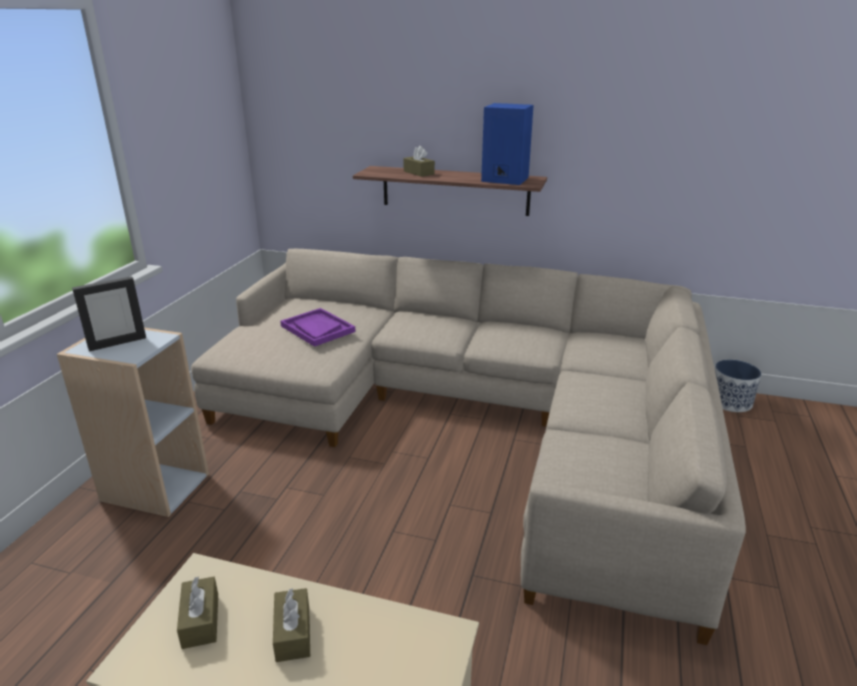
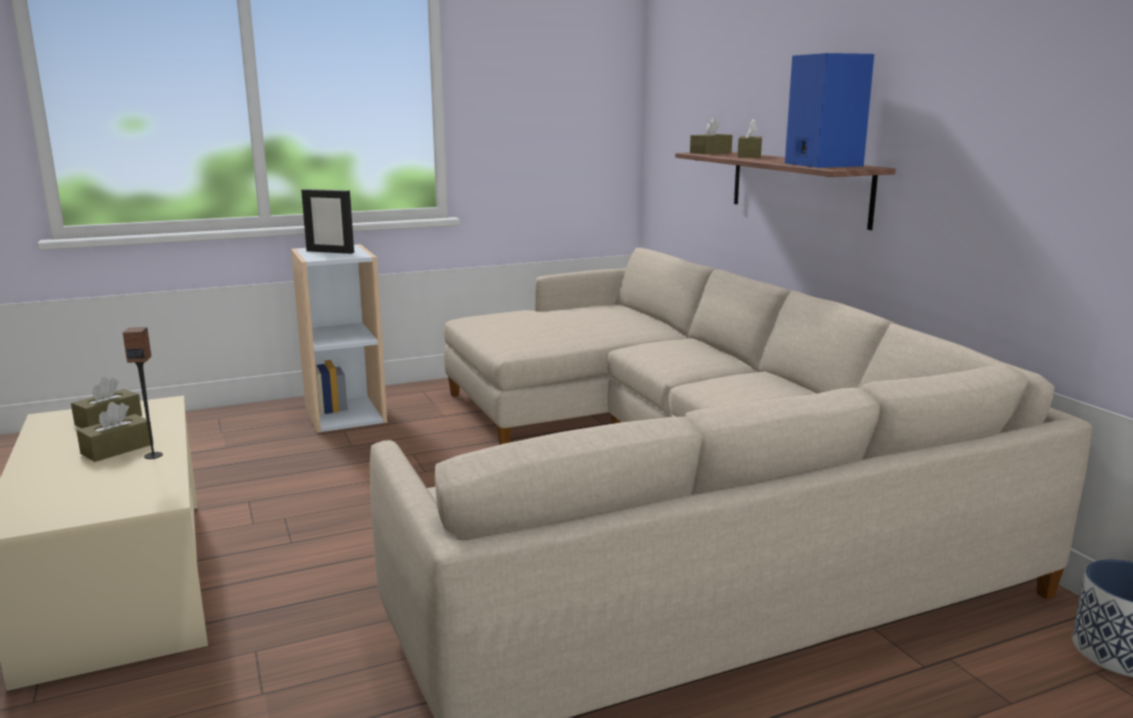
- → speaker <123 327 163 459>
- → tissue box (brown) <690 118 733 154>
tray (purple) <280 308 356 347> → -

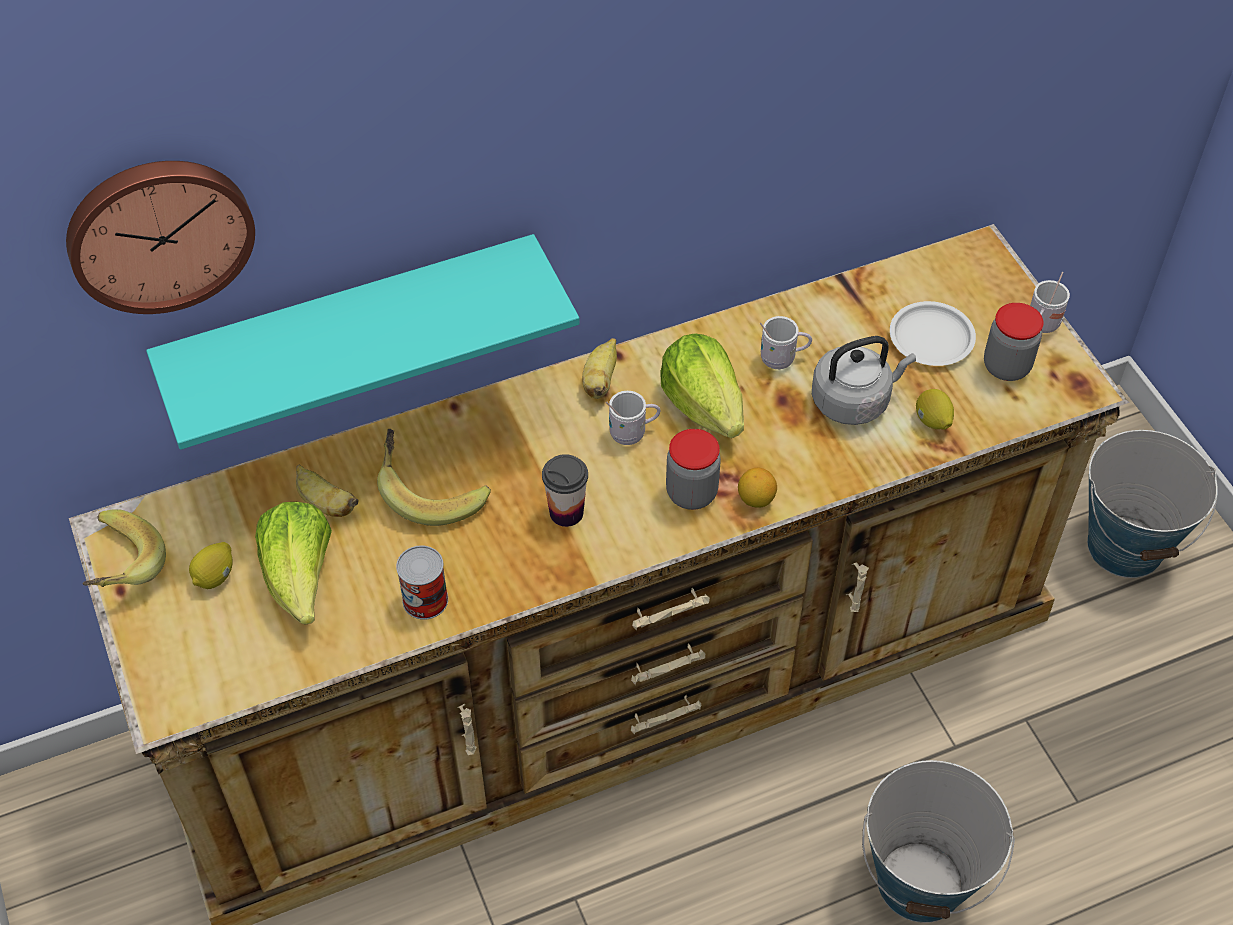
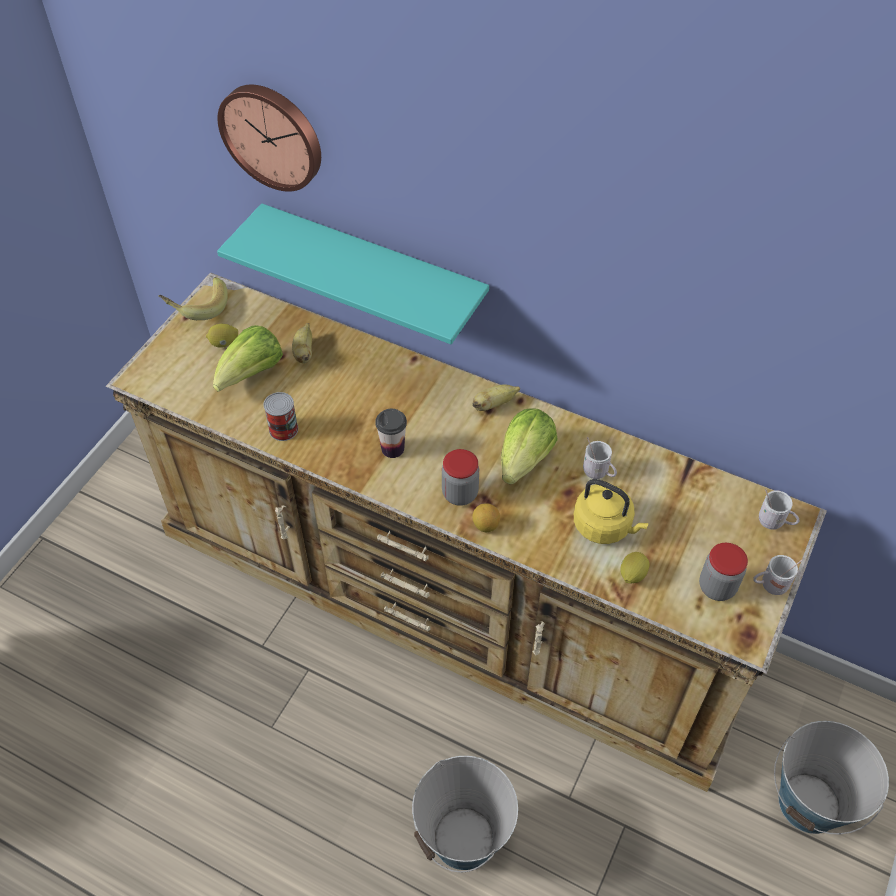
kettle (grey) <812 336 916 425> → kettle (yellow) <574 479 648 544>
mug (white) <606 391 660 445> → mug (white) <759 489 799 530>, relocated
banana <377 429 491 526> → -
plate (white) <890 301 976 366> → -

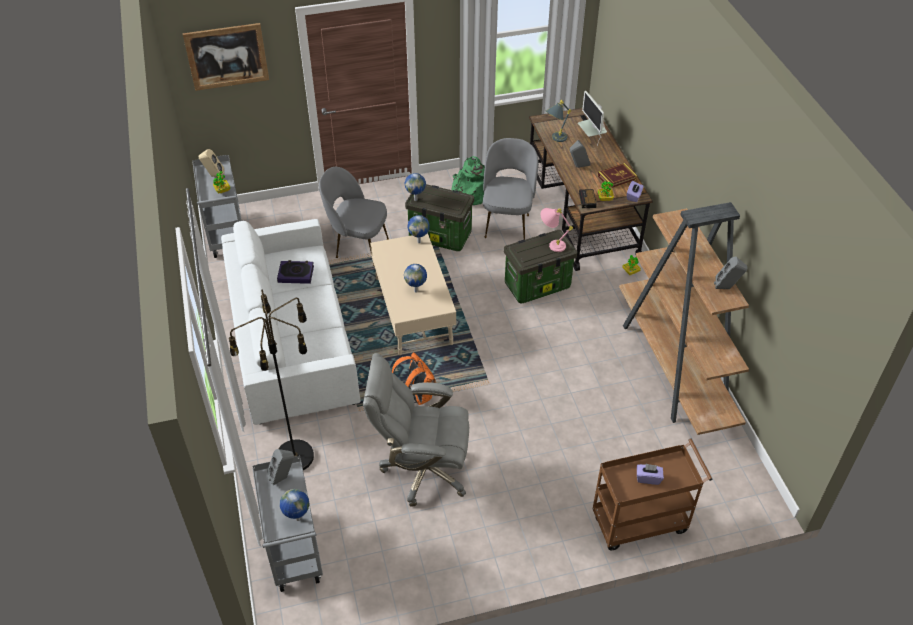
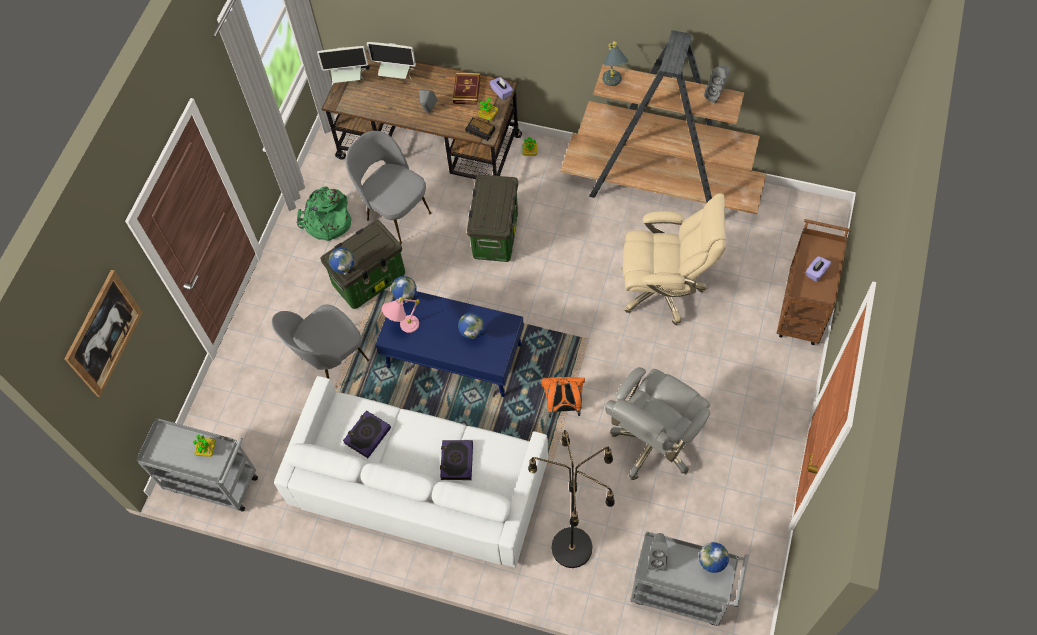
- → monitor <317 46 368 83>
coffee table (beige) <370 233 456 355> → coffee table (blue) <376 291 524 397>
table lamp (pink) <541 208 573 252> → table lamp (pink) <382 297 420 333>, relocated
- → book <440 440 473 480>
table lamp (grey) <545 100 571 142> → table lamp (grey) <602 41 629 86>, relocated
- → office chair (beige) <621 193 726 325>
speaker (beige) <199 149 224 177> → -

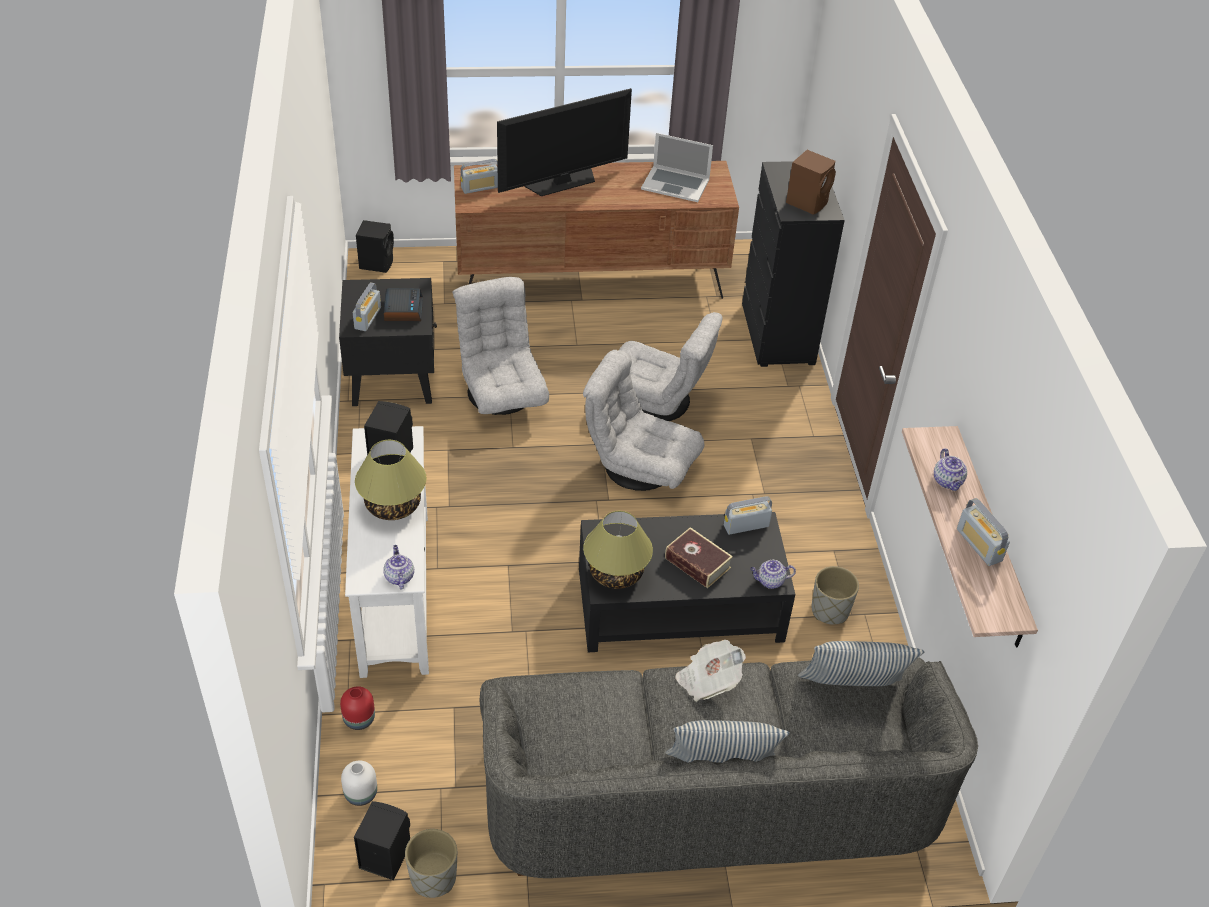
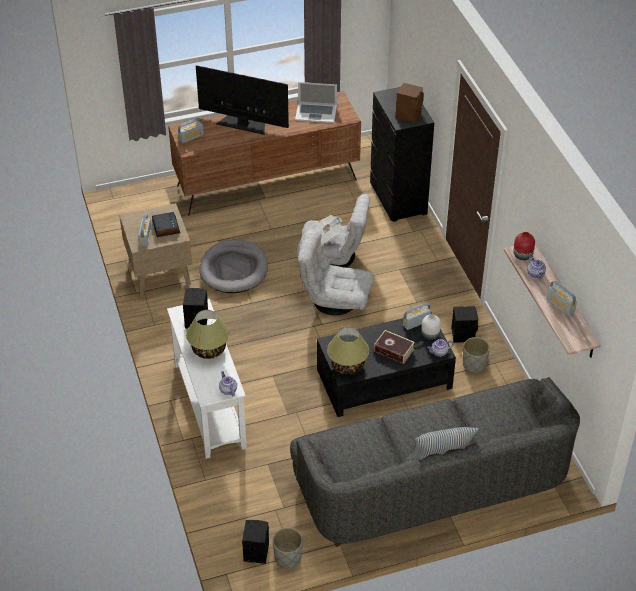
nightstand (black) <339 278 437 406> → nightstand (beige) <119 203 192 296>
television <497 88 632 196> → television <196 65 289 135>, 120 degrees counterclockwise
armchair (grey) <453 277 549 415> → dog bed (grey) <199 240 268 293>
newspaper <675 640 746 702> → newspaper <315 215 342 246>, relocated
vase (white) <341 760 377 806> → vase (white) <421 314 441 340>, relocated
speaker (black) <356 220 394 273> → speaker (black) <451 306 478 343>, relocated
vase (red) <340 686 375 730> → vase (red) <513 232 535 260>, relocated
pillow <798 641 924 686> → -

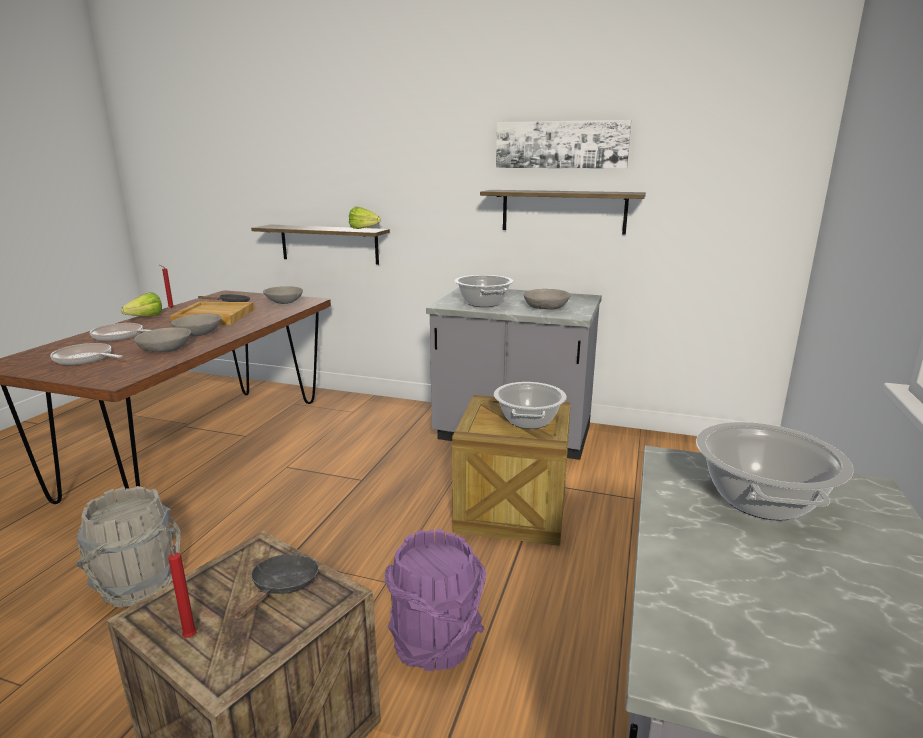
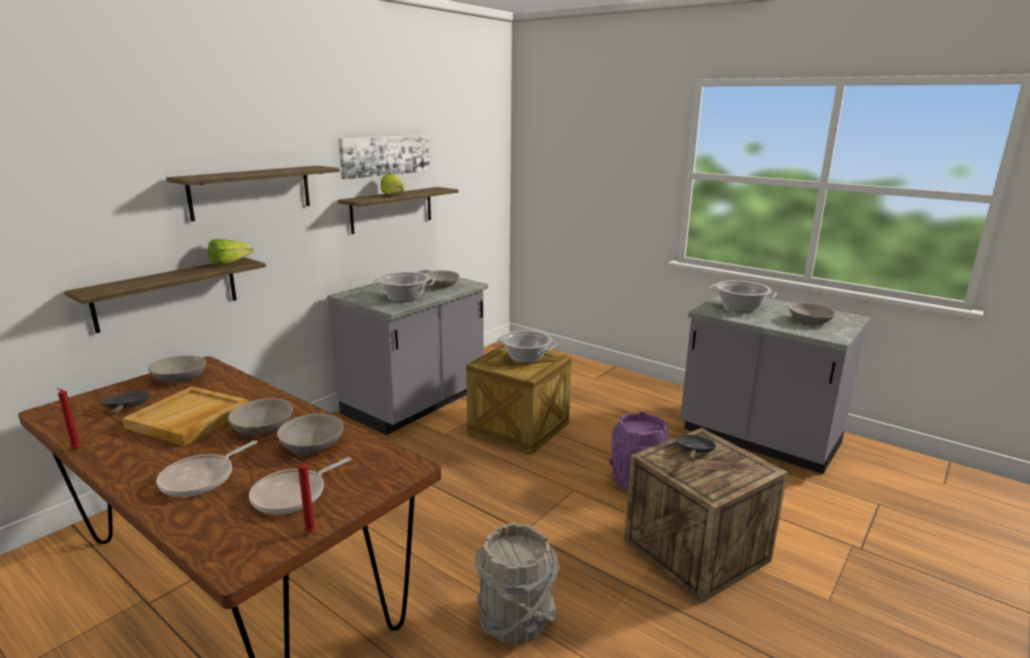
- → shelf <166 166 340 222>
candle (red) <168 540 197 638> → candle (red) <292 458 316 533>, relocated
lettuce <121 292 162 316> → lettuce <381 173 405 195>, relocated
frying pan (black) <233 554 319 620> → frying pan (black) <675 435 717 461>, 75 degrees clockwise
- → bowl (grey) <789 303 835 325>

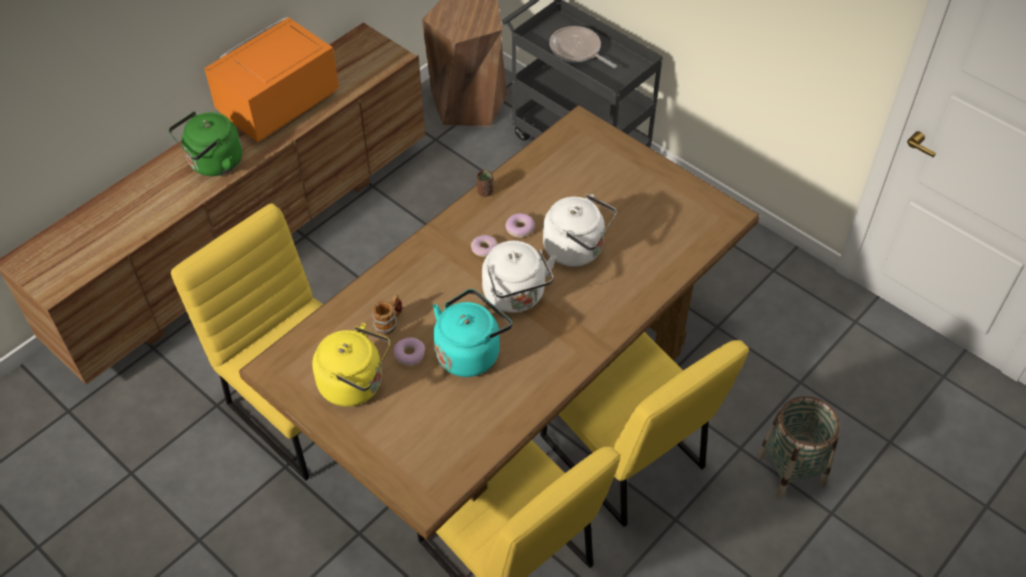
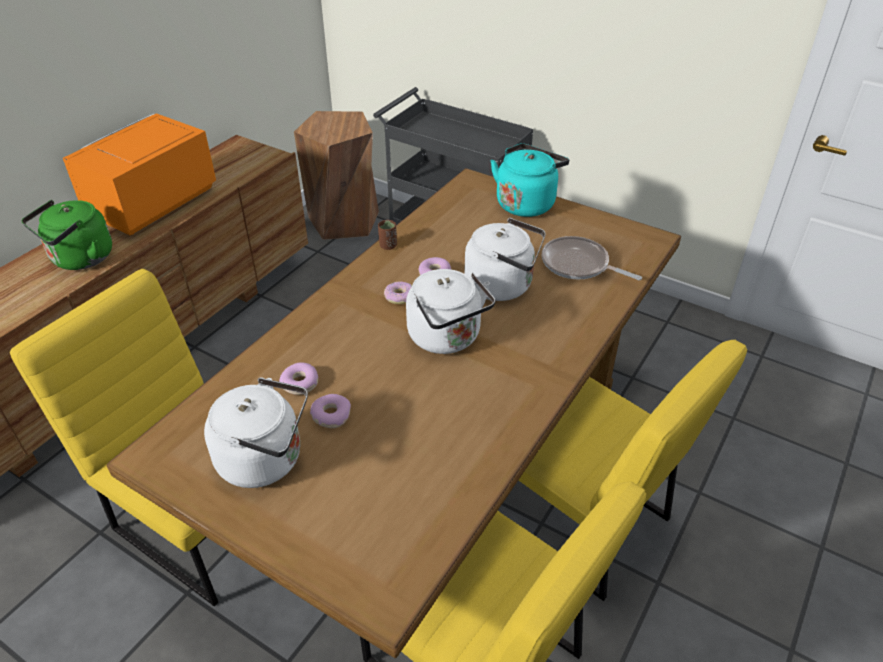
kettle (yellow) <312 323 390 407> → kettle (white) <204 377 308 488>
mug <372 295 402 335> → donut <279 362 318 395>
kettle (turquoise) <433 289 512 377> → kettle (turquoise) <491 143 569 217>, relocated
frying pan <549 26 617 68> → frying pan <542 236 642 280>, relocated
basket <757 396 840 498> → -

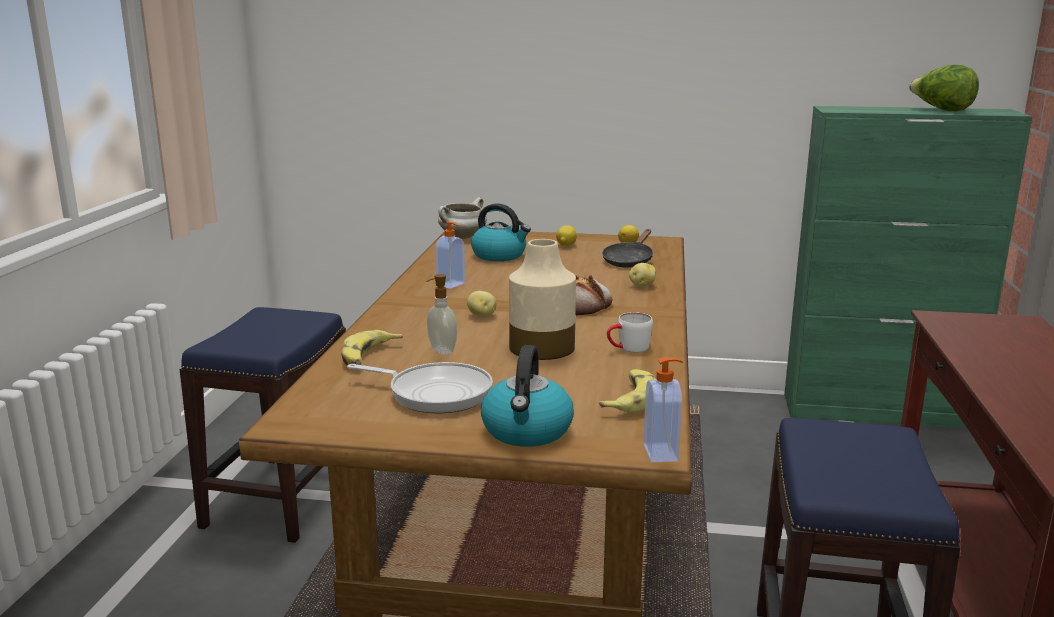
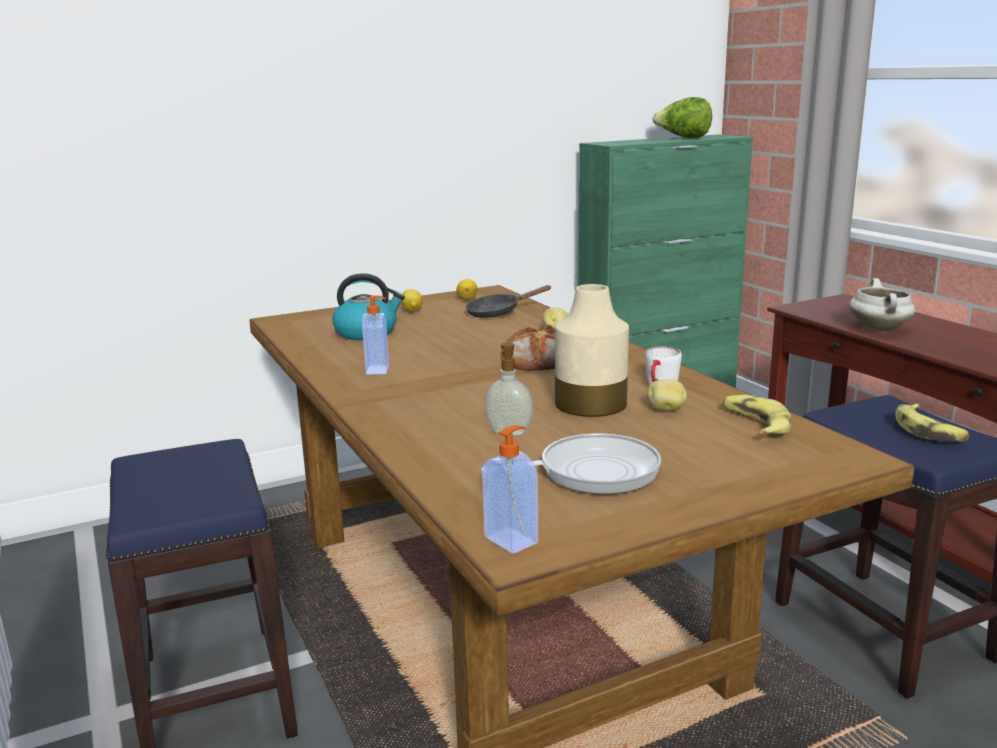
frying pan (black) <602 229 653 267> → frying pan (black) <466 285 551 318>, 75 degrees clockwise
soap dispenser <643 357 683 462> → soap dispenser <482 425 538 554>, relocated
potato <467 291 497 317> → potato <647 379 687 411>, relocated
cooking pot (white) <438 197 487 239> → cooking pot (white) <850 278 915 332>, relocated
banana <341 330 403 366> → banana <895 403 969 442>, relocated
kettle <481 345 574 447> → -

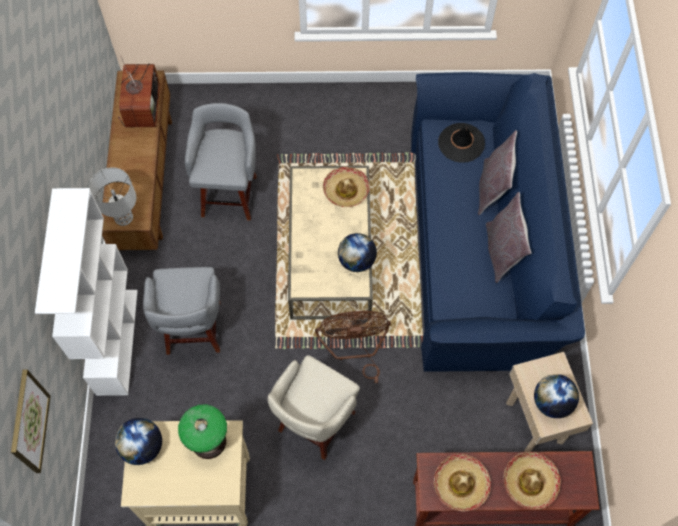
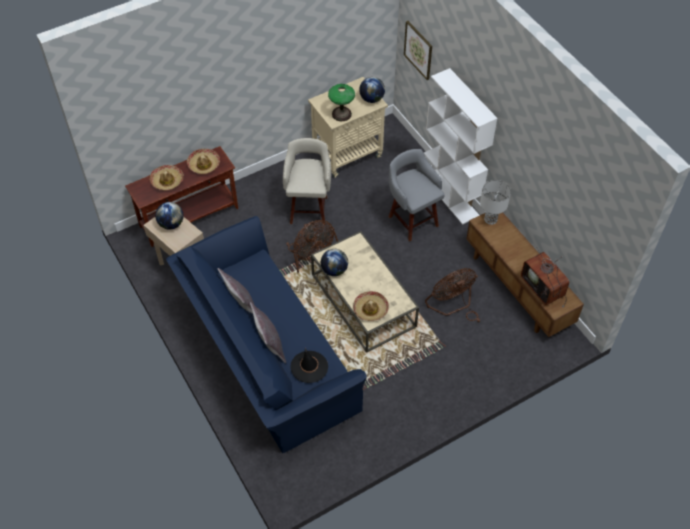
stool (grey) <185 103 257 221> → fan (brown) <425 268 480 322>

